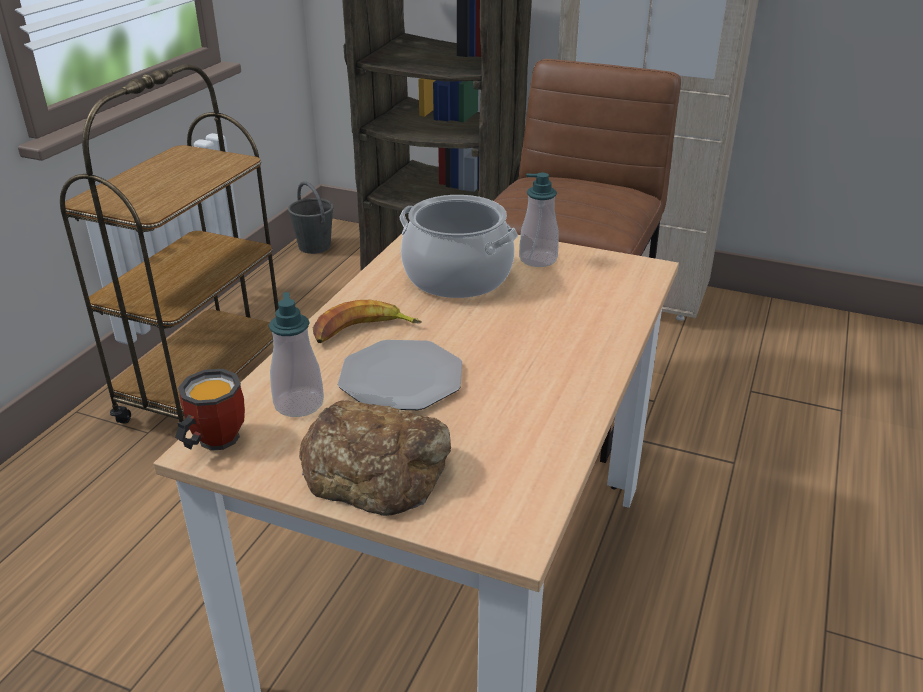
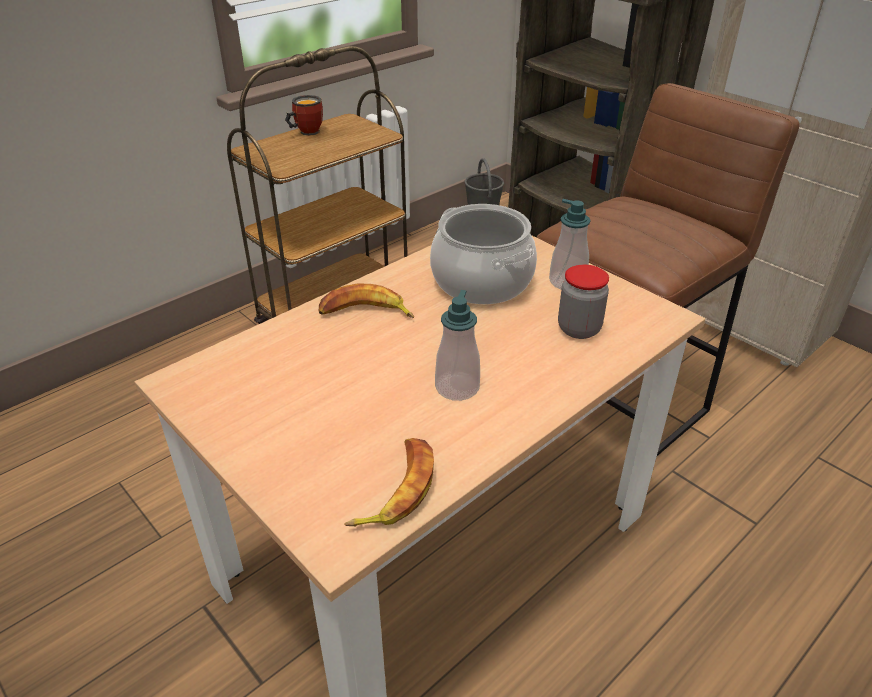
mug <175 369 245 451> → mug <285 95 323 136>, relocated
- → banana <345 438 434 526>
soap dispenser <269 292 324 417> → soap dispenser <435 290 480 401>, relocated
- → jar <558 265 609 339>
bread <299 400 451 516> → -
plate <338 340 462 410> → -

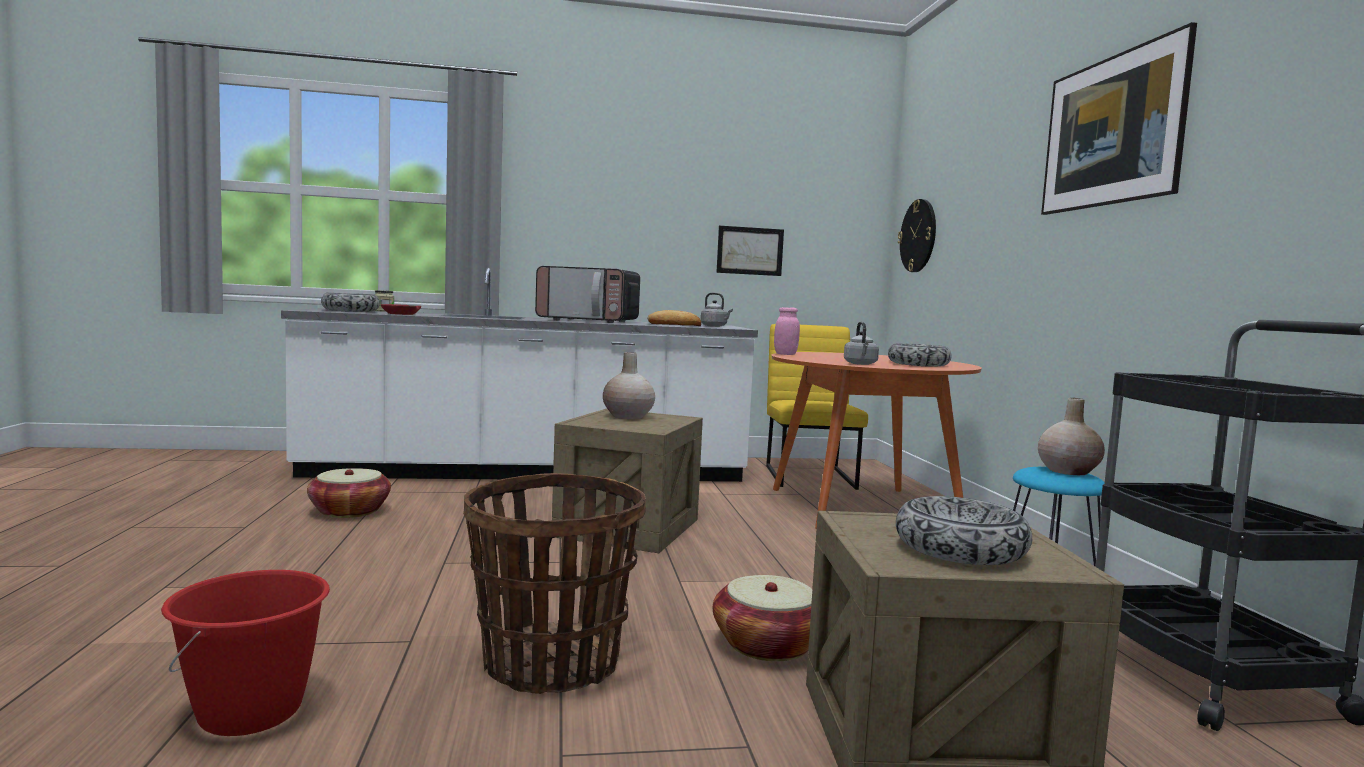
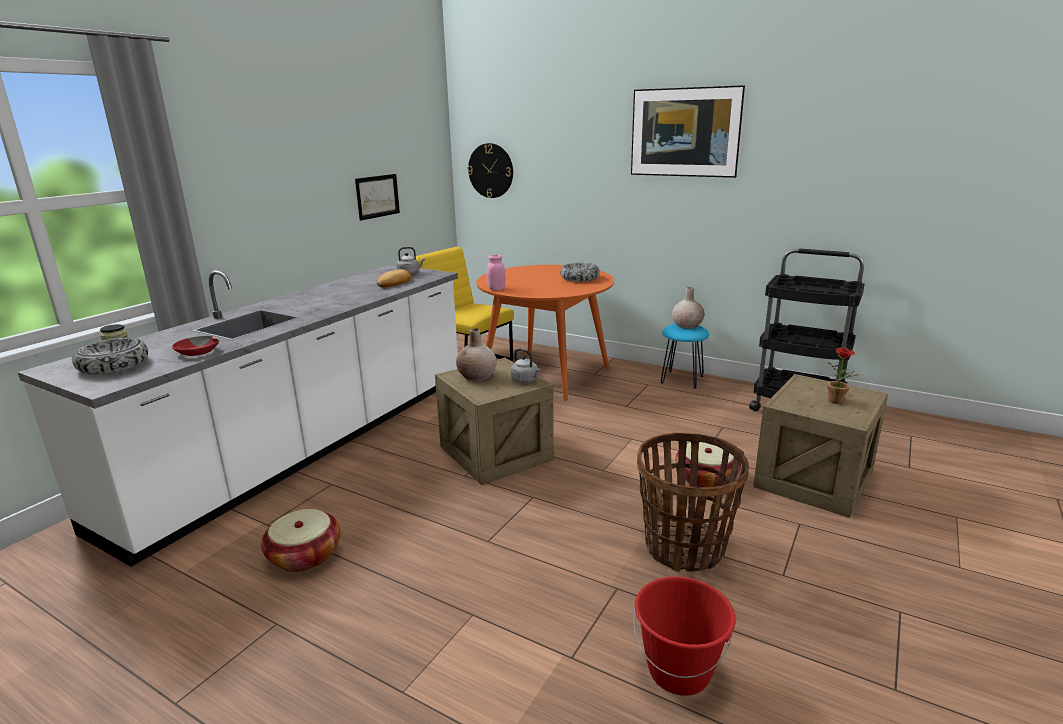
kettle (grey) <844 322 879 365> → kettle (grey) <511 348 541 383>, relocated
bowl <896 496 1032 565> → potted plant <827 347 859 404>
microwave <535 266 640 323> → -

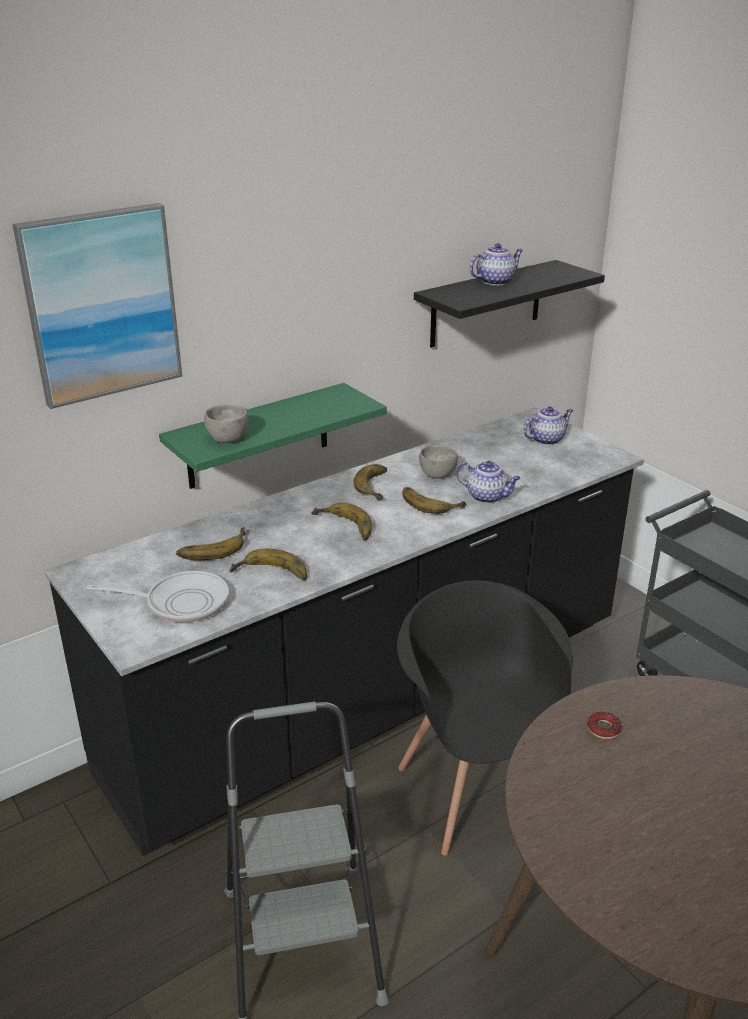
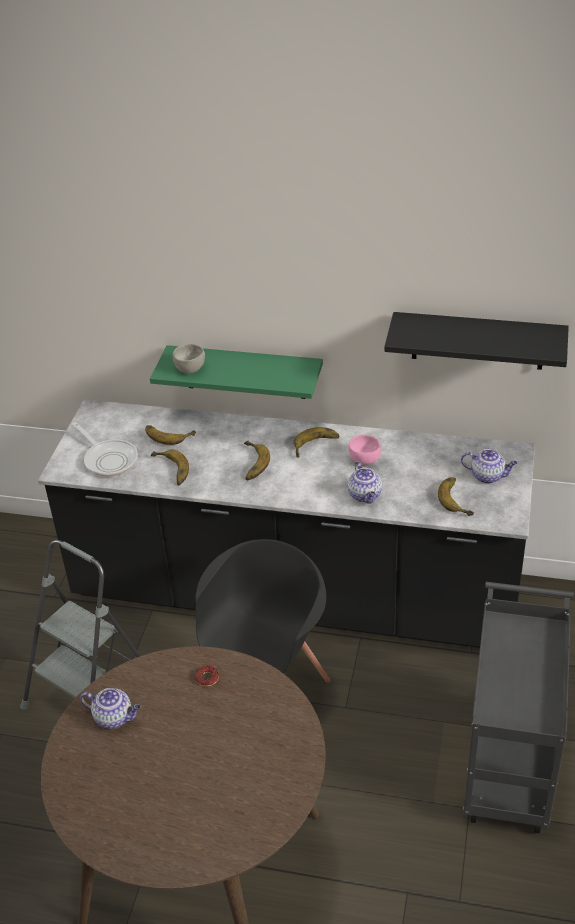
teapot <469 243 523 285> → teapot <80 688 140 729>, relocated
bowl (grey) <419 445 458 479> → bowl (pink) <348 435 381 465>
banana <402 487 467 514> → banana <438 477 474 516>, relocated
picture <12 203 183 409> → -

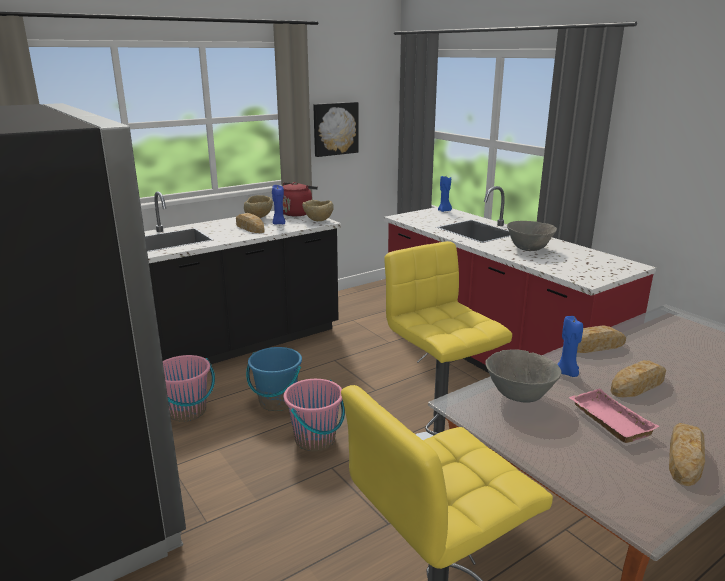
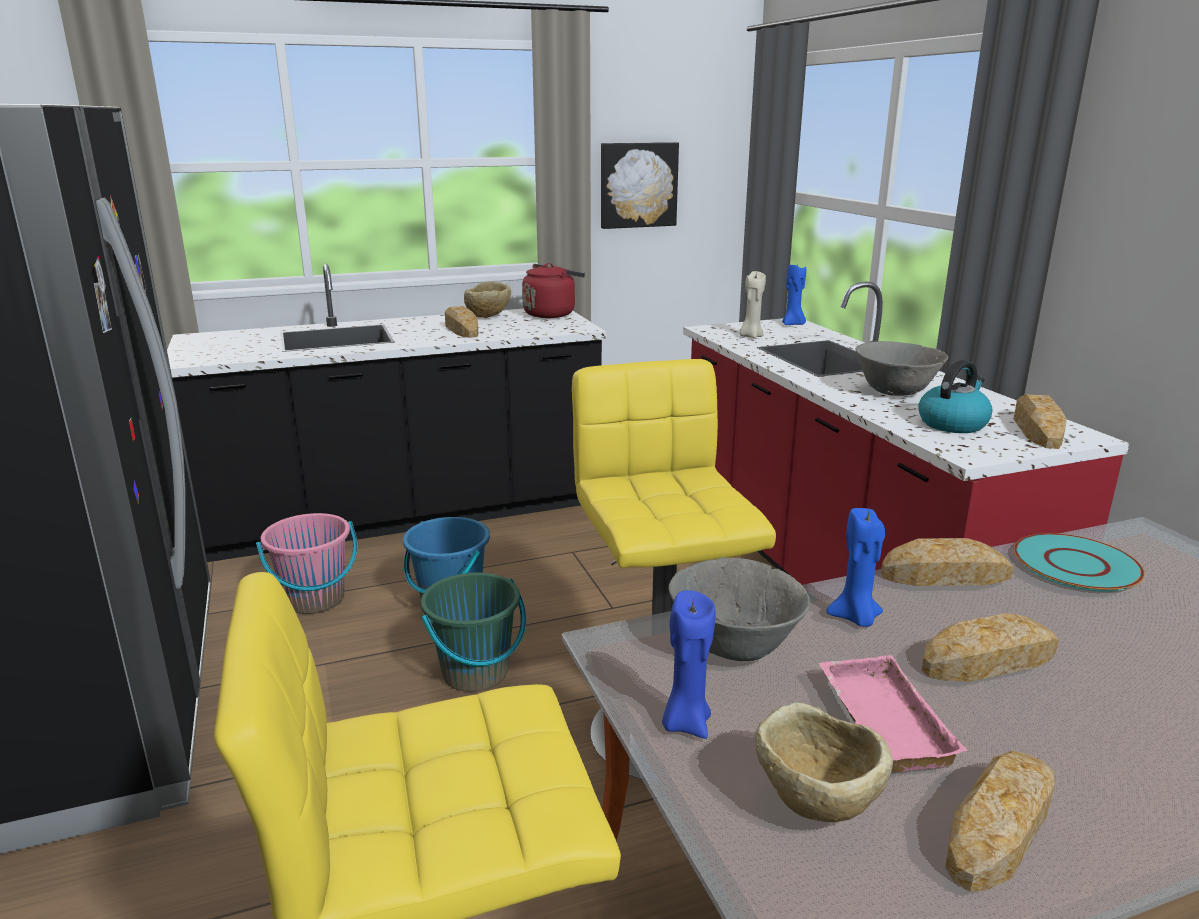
bucket (pink) <284 379 345 451> → bucket (green) <421 573 526 692>
candle (blue) <272 185 286 225> → candle (blue) <662 590 715 739>, relocated
- → candle (beige) <739 271 766 338>
bowl (beige) <302 200 334 221> → bowl (beige) <754 702 893 822>, relocated
- → kettle <918 360 992 433>
- → bread <1014 394 1067 449>
- → plate (turquoise) <1014 533 1145 592>

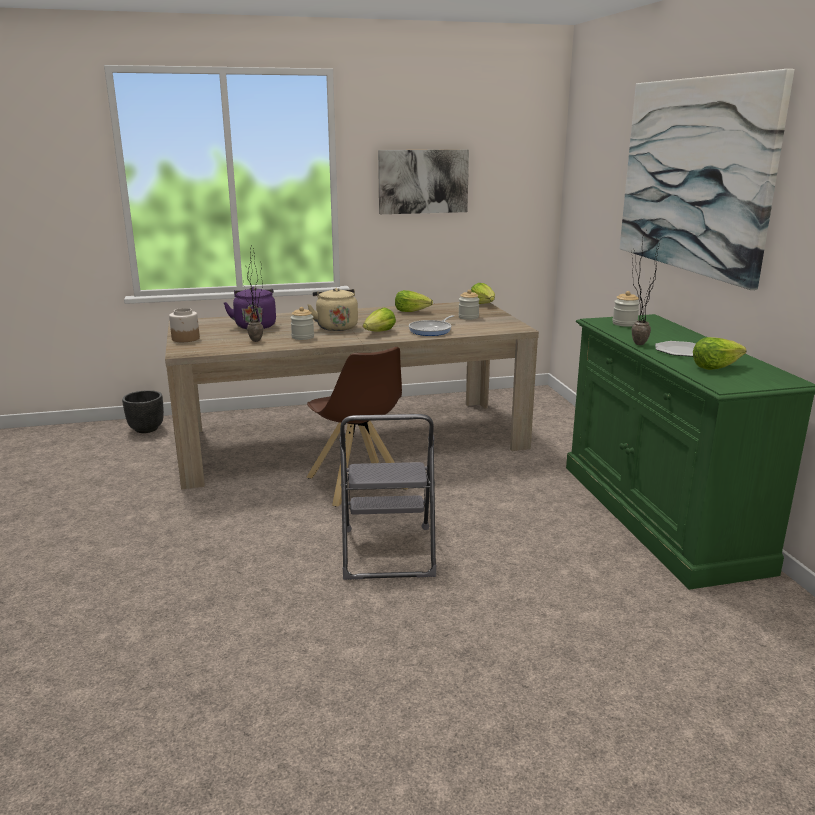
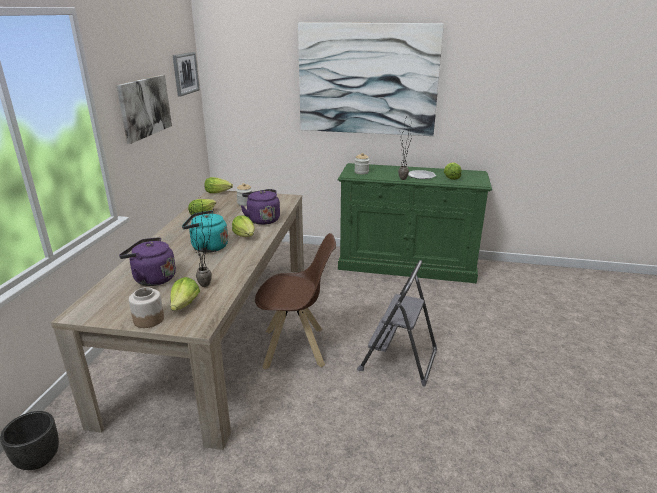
- → lettuce <170 277 200 311>
- → picture <173 52 200 97>
kettle (beige) <308 288 358 331> → kettle (turquoise) <182 210 228 253>
frying pan <409 315 454 336> → kettle (purple) <241 189 280 225>
jar <290 307 314 340> → -

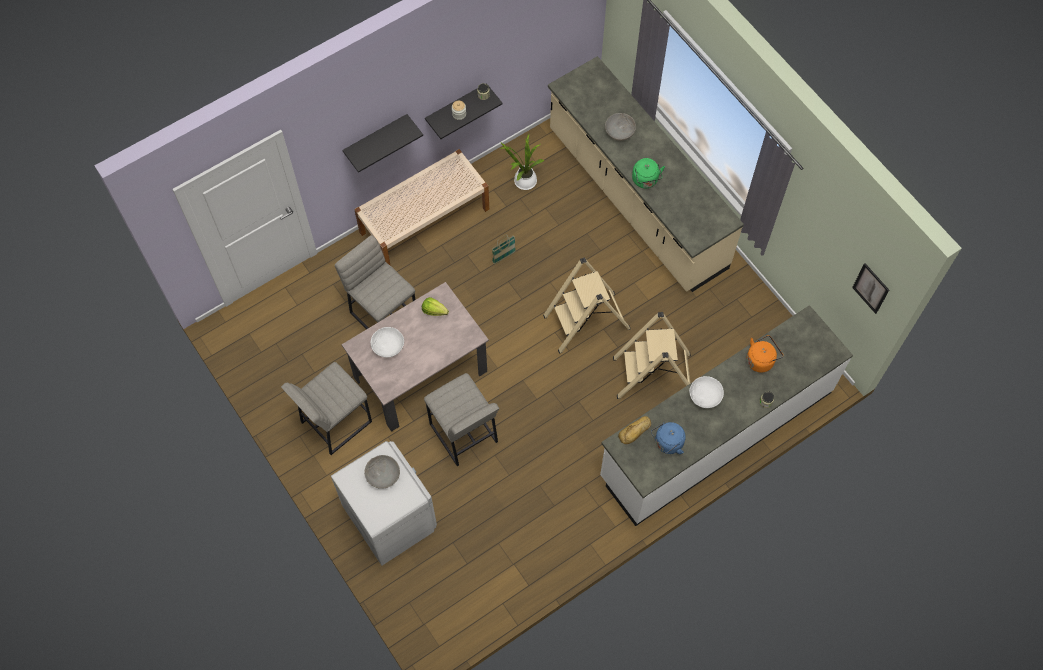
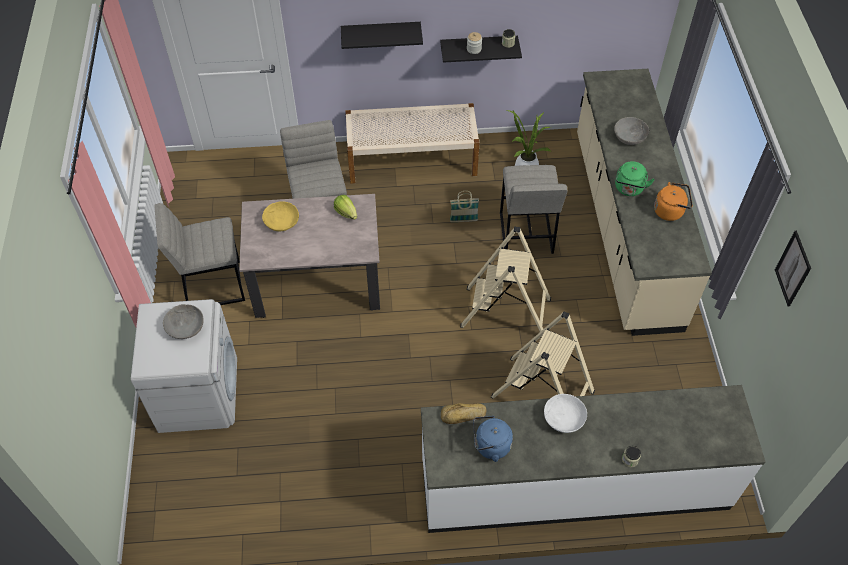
bowl (white) <371 327 404 358> → bowl (yellow) <262 201 299 231>
chair (grey) <424 373 500 466> → chair (grey) <500 165 567 254>, relocated
kettle (orange) <747 335 783 372> → kettle (orange) <654 182 693 221>, relocated
picture <852 263 889 314> → picture <775 231 811 307>, relocated

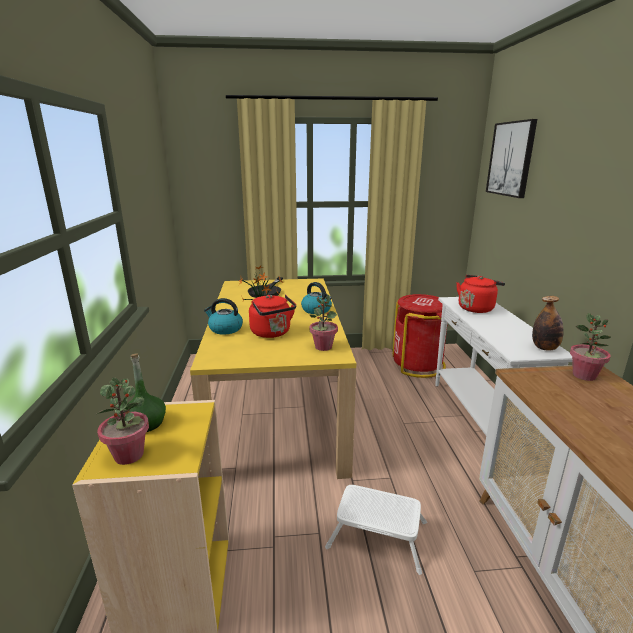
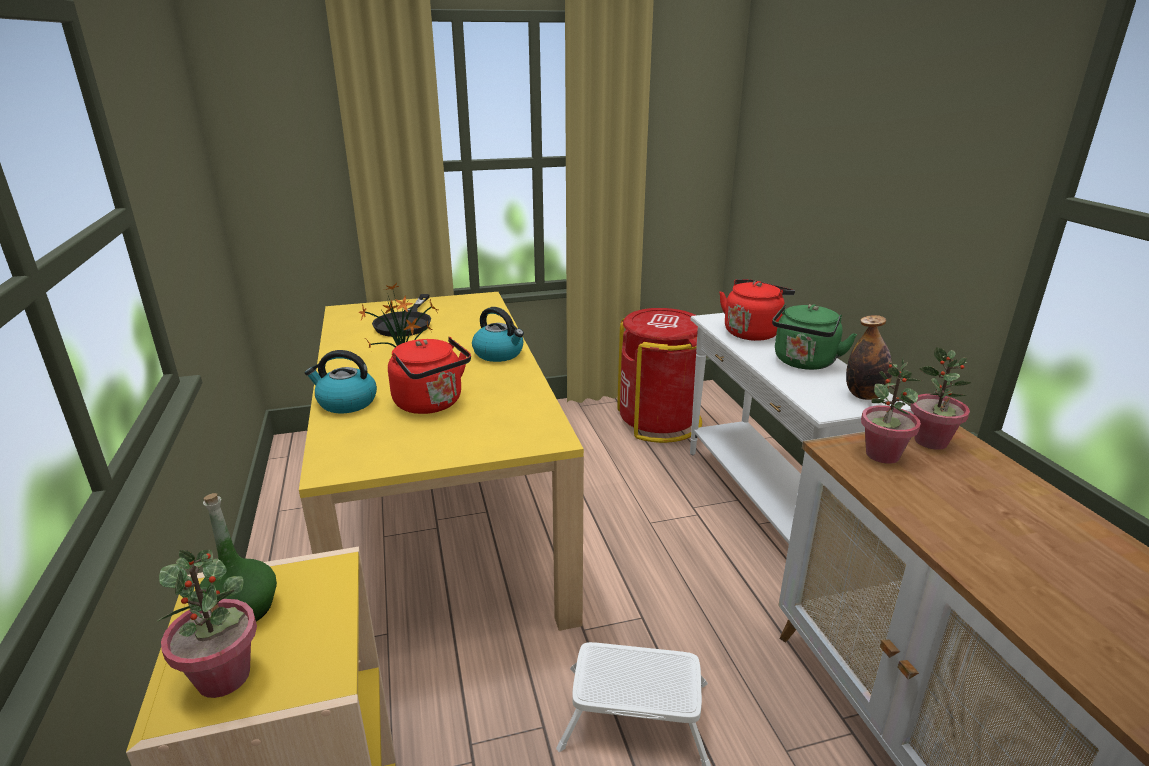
- → kettle (green) <772 304 857 370>
potted plant <309 295 338 351> → potted plant <861 358 922 464>, relocated
picture <486 119 537 198> → -

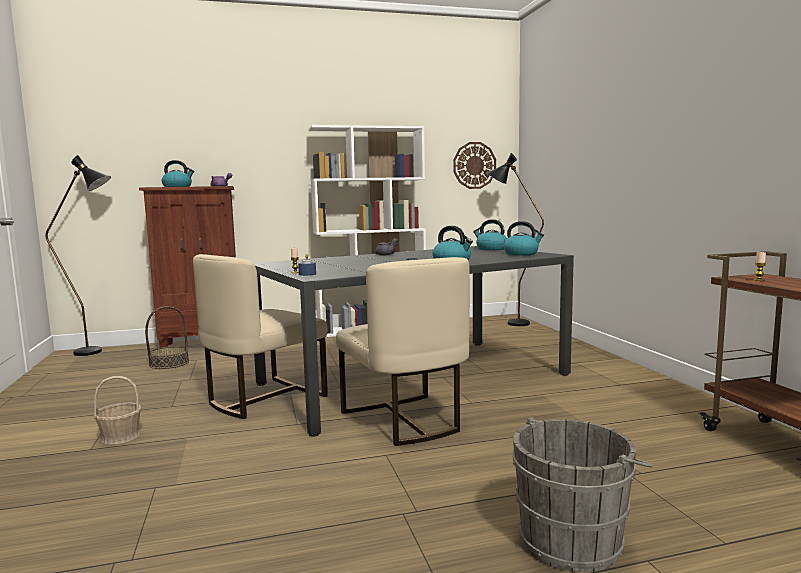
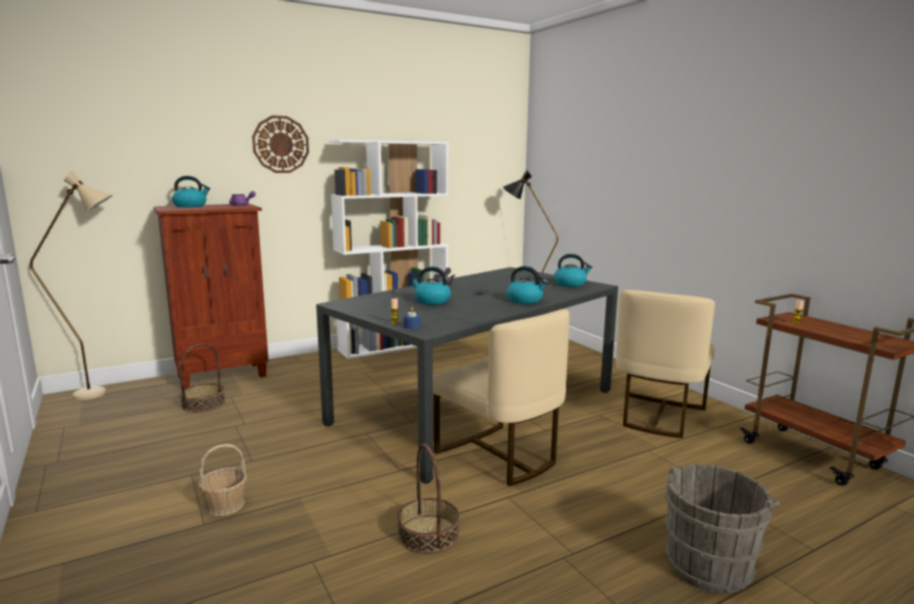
floor lamp (black) <45 155 111 356> → floor lamp (beige) <30 171 112 400>
wall clock <453 142 496 189> → wall clock <252 115 309 173>, relocated
- → basket <397 443 459 554>
kettle <473 219 507 250> → kettle <410 267 451 305>, relocated
chair (beige) <193 254 328 419> → chair (beige) <616 290 715 438>, relocated

